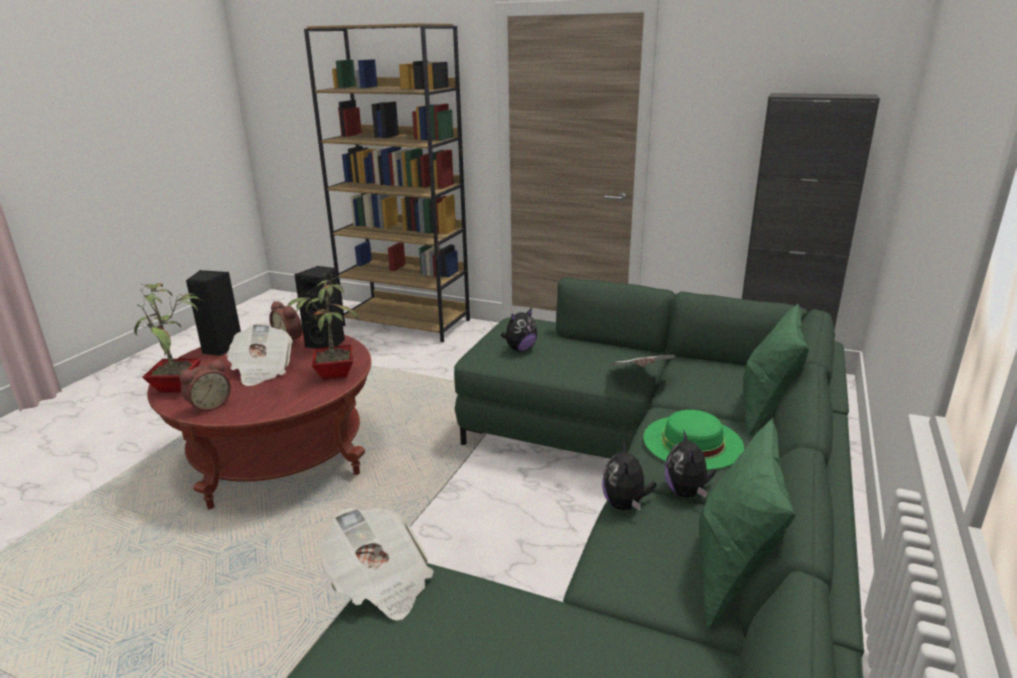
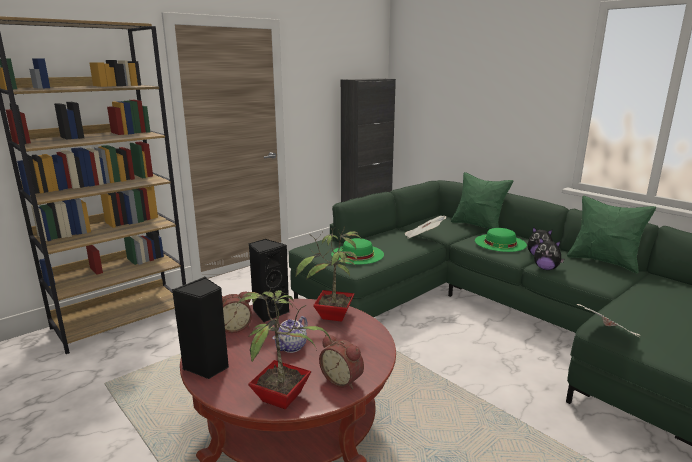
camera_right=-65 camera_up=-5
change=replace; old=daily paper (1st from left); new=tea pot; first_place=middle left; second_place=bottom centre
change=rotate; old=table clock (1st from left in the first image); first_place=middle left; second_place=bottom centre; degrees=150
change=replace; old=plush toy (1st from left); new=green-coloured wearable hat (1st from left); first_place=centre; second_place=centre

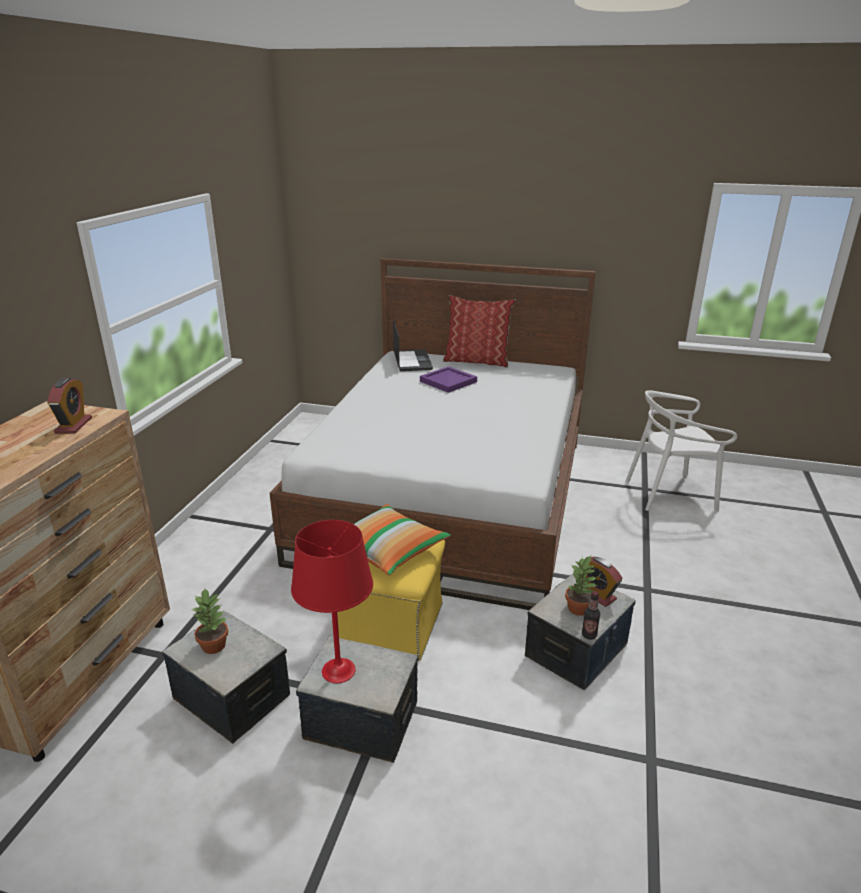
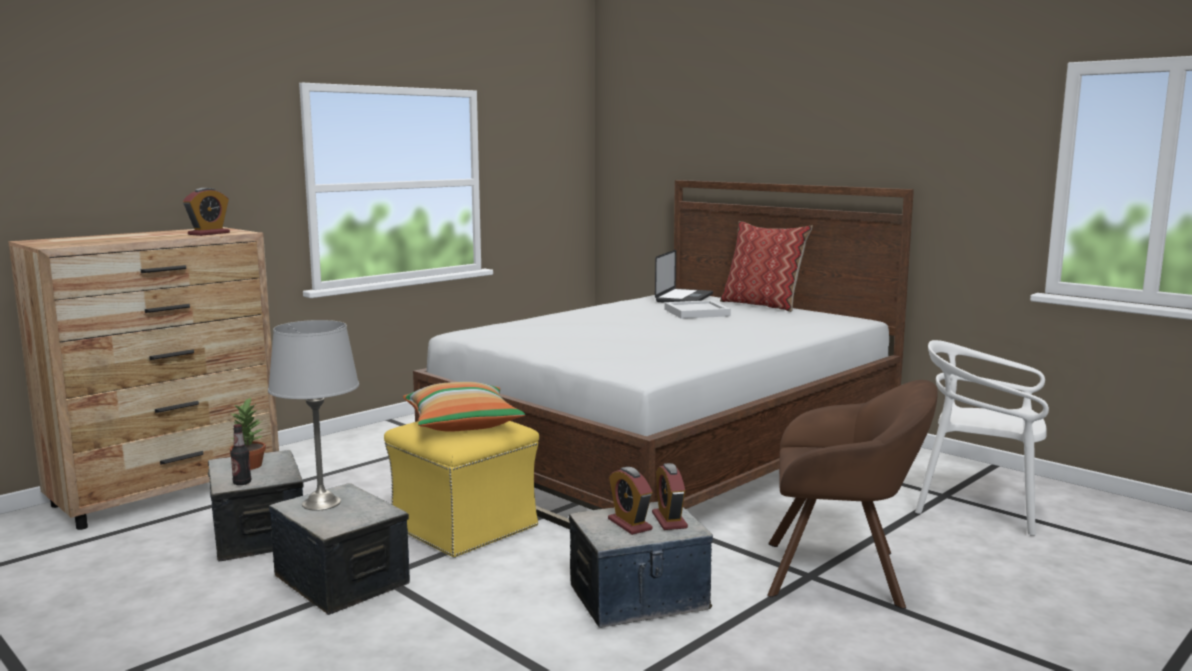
camera_right=30 camera_up=-15
change=move; old=drink bottle; first_place=bottom right; second_place=bottom left
change=recolor; old=red table lamp; new=gray table lamp; first_place=bottom centre; second_place=middle left
change=replace; old=potted plant (2nd from left); new=table clock (2nd from left); first_place=middle right; second_place=bottom centre
change=recolor; old=purple-coloured tray; new=whitish tray; first_place=centre; second_place=centre
change=insert; new=brown lounge chair; second_place=bottom right

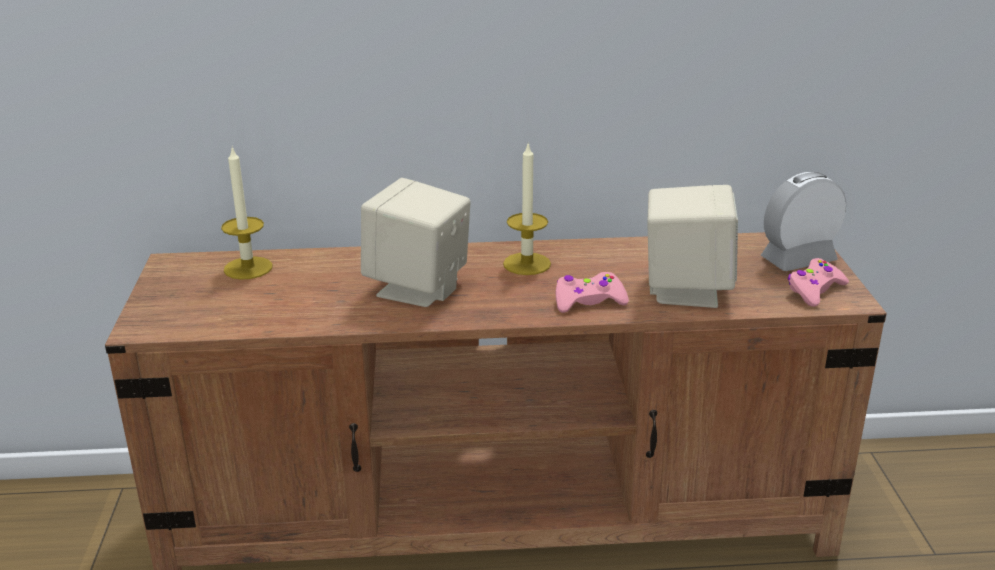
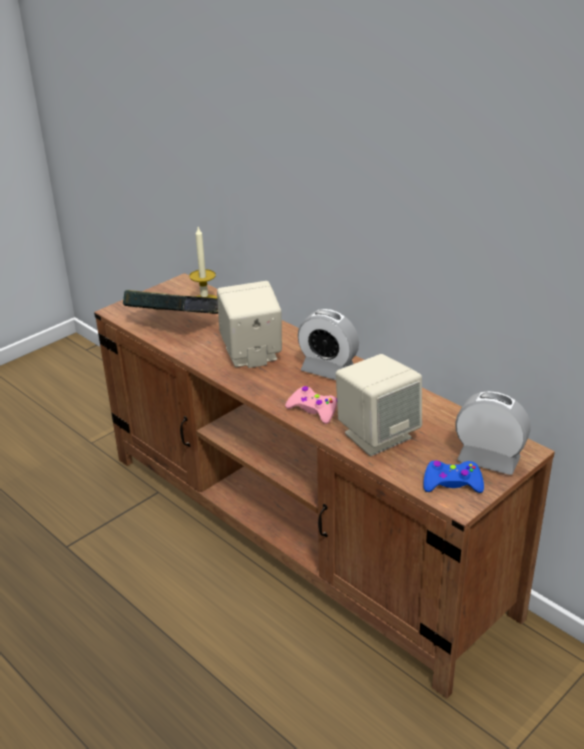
camera_right=50 camera_up=5
change=insert; new=volume; second_place=middle left
change=replace; old=wax candle (2nd from left); new=table clock (1st from left); first_place=centre; second_place=centre
change=recolor; old=pink joypad (2nd from left); new=bluish joypad; first_place=middle right; second_place=middle right

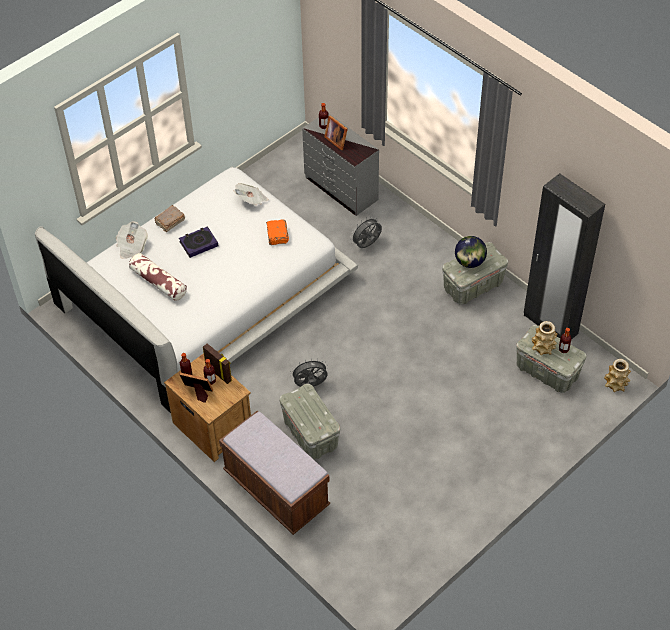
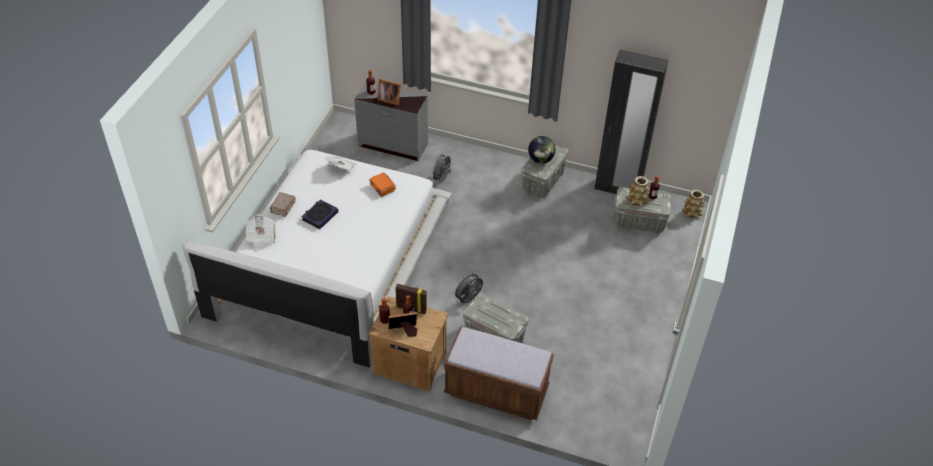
camera_right=-30 camera_up=-5
change=delete; old=throw pillow; first_place=middle left

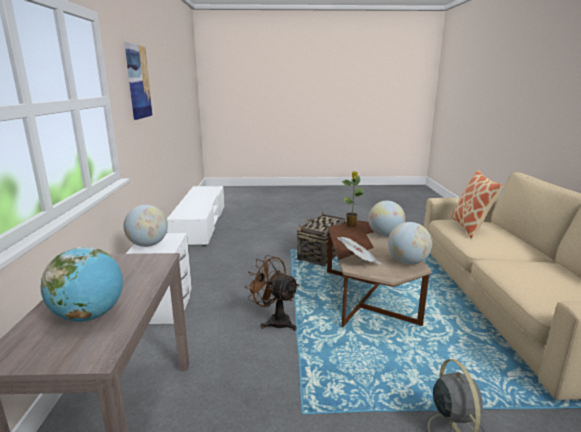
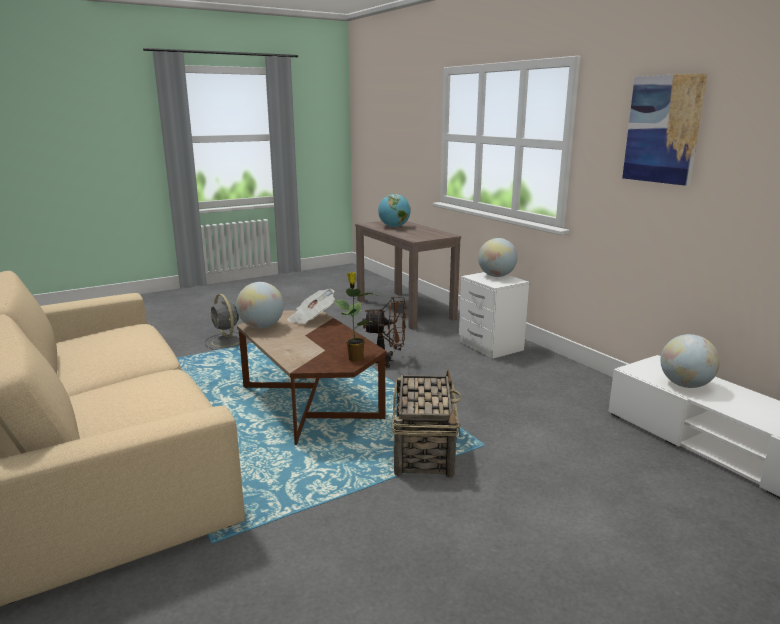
camera_right=150 camera_up=0
change=move; old=desk globe (3rd from left in the first image); new=desk globe (4th from left); first_place=centre; second_place=middle right
change=delete; old=throw pillow; first_place=middle right

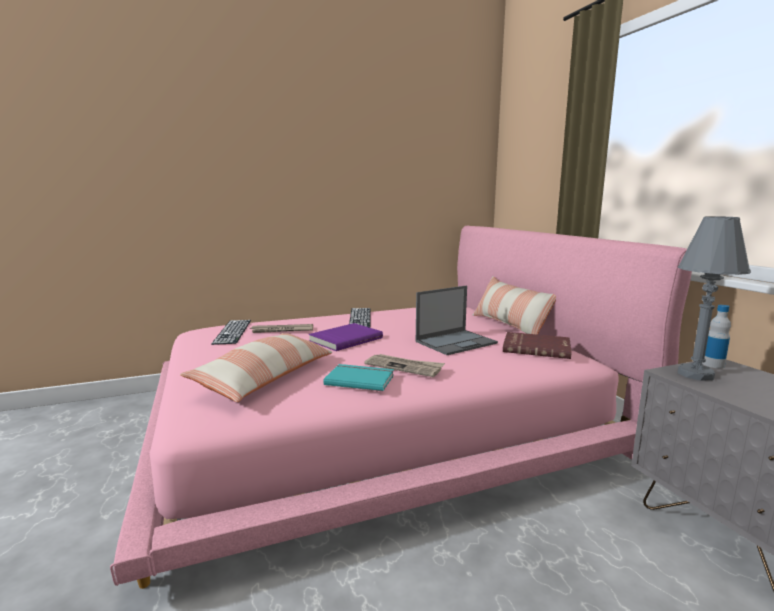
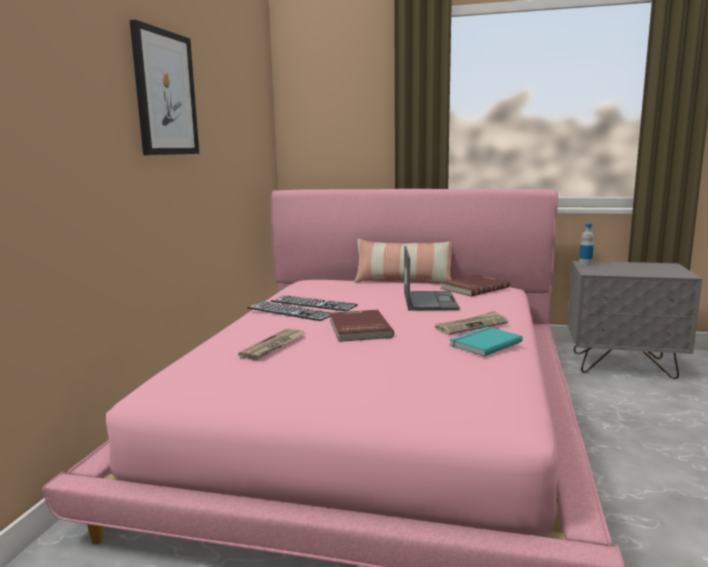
camera_right=-55 camera_up=0
change=insert; new=picture; second_place=top left
change=move; old=PC keyboard (1st from left in the first image); new=PC keyboard (2nd from left); first_place=middle left; second_place=centre
change=recolor; old=purple-coloured volume; new=red volume (1st from left); first_place=centre; second_place=centre
change=delete; old=throw pillow (1st from left); first_place=middle left
change=delete; old=gray table lamp; first_place=middle right

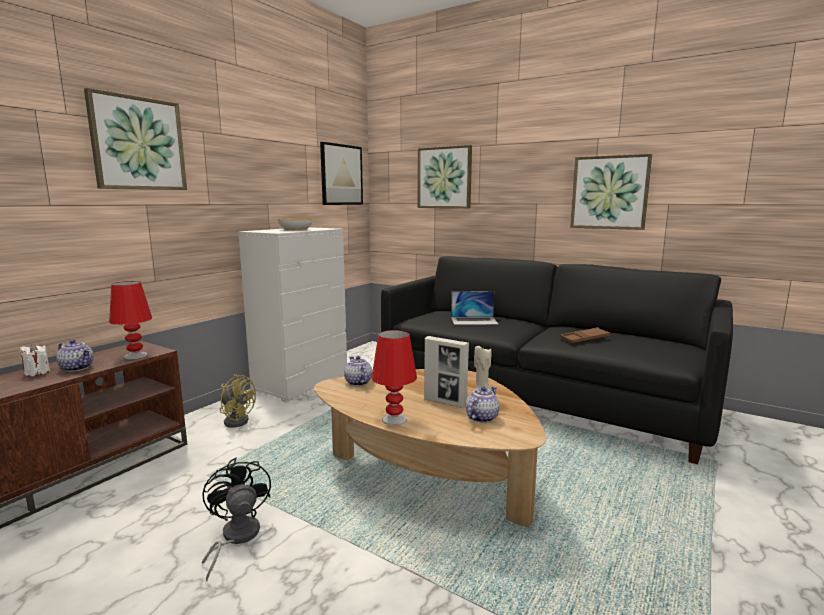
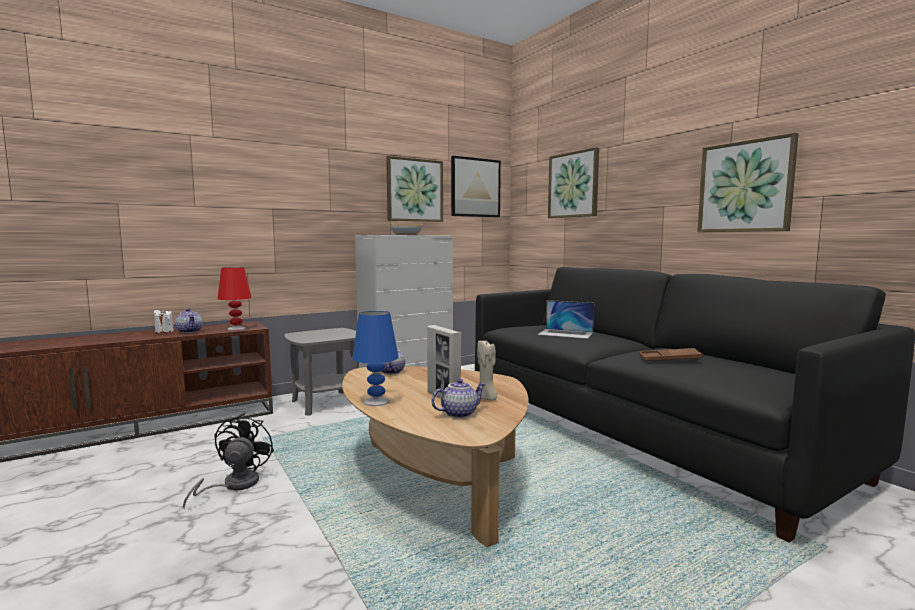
camera_right=25 camera_up=-5
change=replace; old=yellow-coloured fan; new=gray side table; first_place=middle left; second_place=centre
change=recolor; old=red table lamp (2nd from left); new=bluish table lamp; first_place=centre; second_place=centre
change=move; old=picture (1st from left); first_place=top left; second_place=top centre

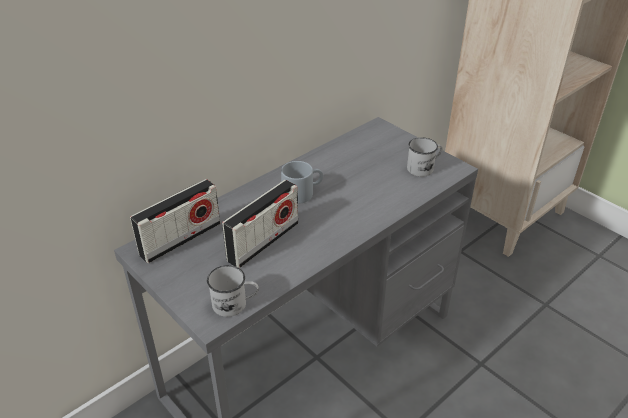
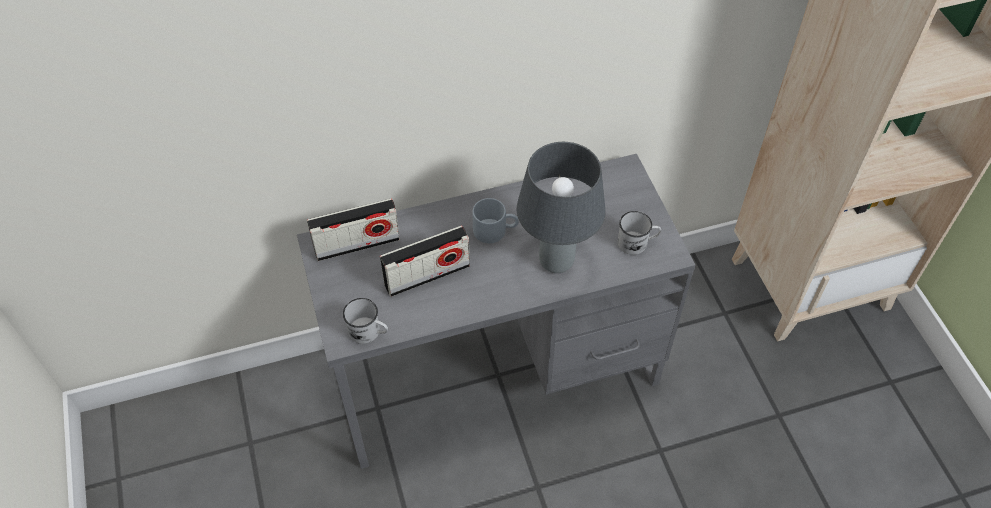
camera_right=25 camera_up=15
change=insert; new=gray table lamp; second_place=centre

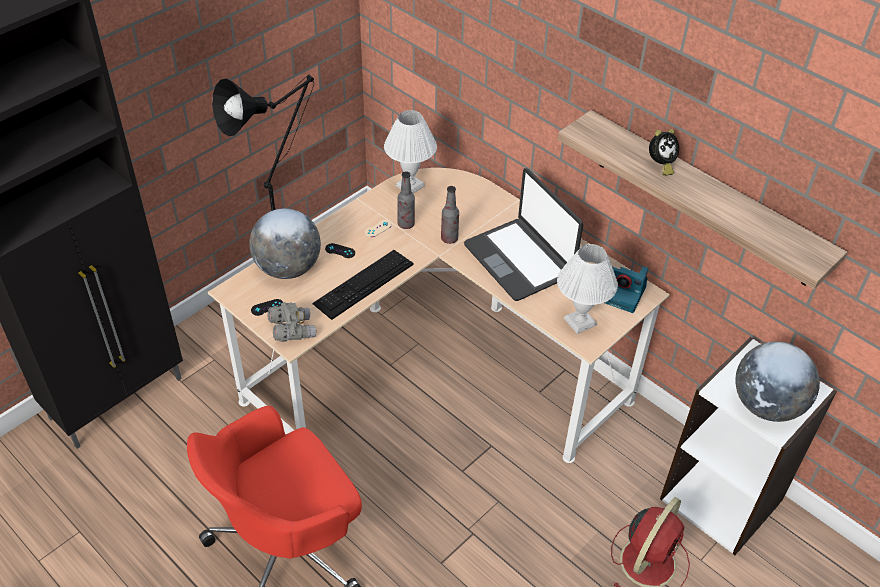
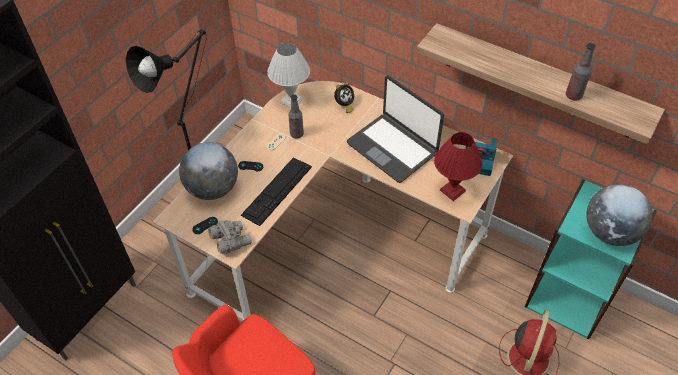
camera_right=-10 camera_up=5
change=move; old=table clock; first_place=top right; second_place=top centre
change=recolor; old=whitish table lamp (2nd from left); new=red table lamp; first_place=middle right; second_place=middle right
change=recolor; old=whitish bookshelf; new=turquoise bookshelf; first_place=bottom right; second_place=bottom right
change=move; old=drink bottle (2nd from left); first_place=centre; second_place=top right

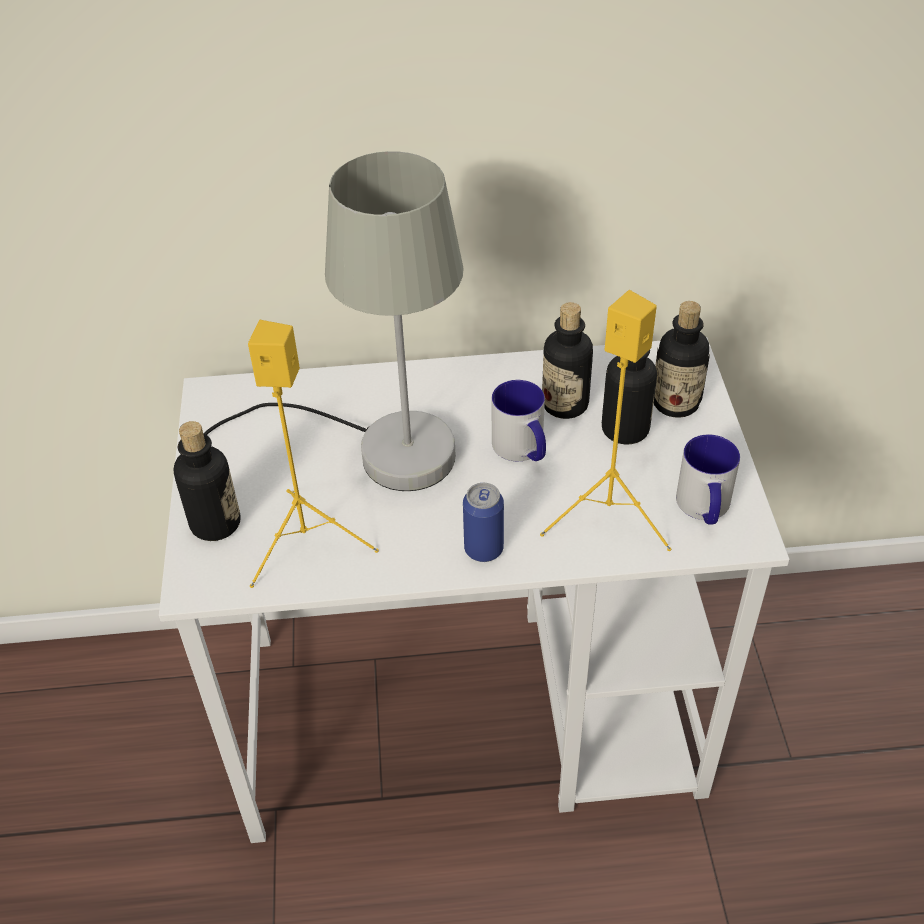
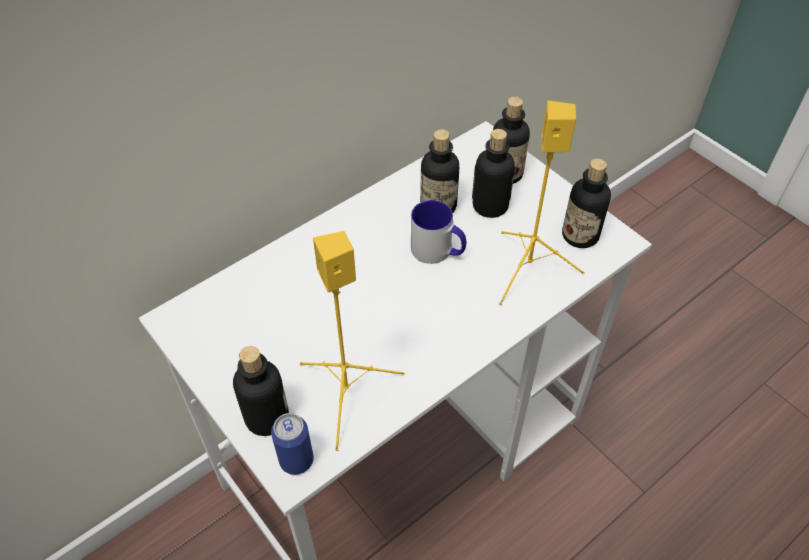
camera_right=-35 camera_up=5
change=move; old=can; first_place=centre; second_place=bottom centre
change=replace; old=tea mug (2nd from left); new=drink bottle (5th from left); first_place=middle right; second_place=middle right
change=delete; old=gray table lamp; first_place=centre

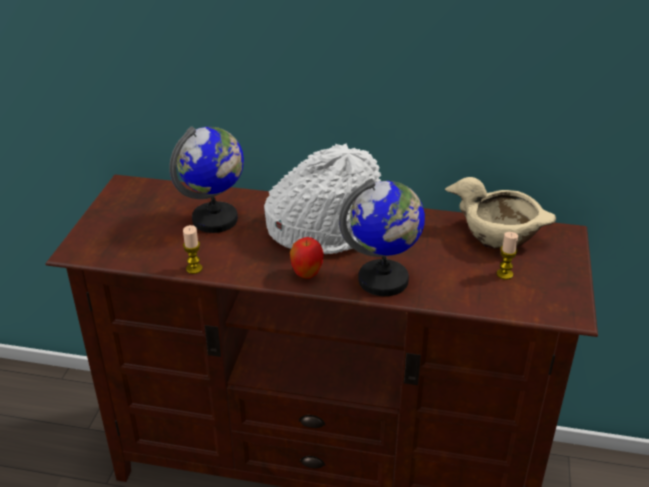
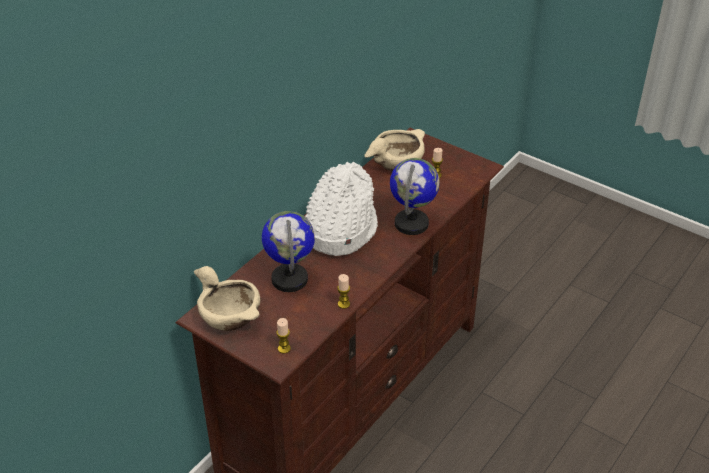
camera_right=-65 camera_up=5
change=insert; new=beige-coloured serving bowl (1st from left); second_place=middle left
change=insert; new=wax candle (1st from left); second_place=bottom centre
change=delete; old=apple fruit; first_place=centre

